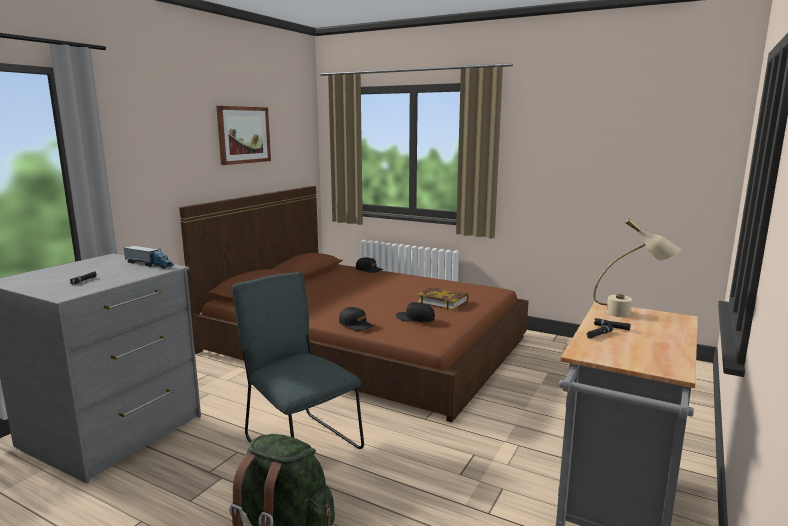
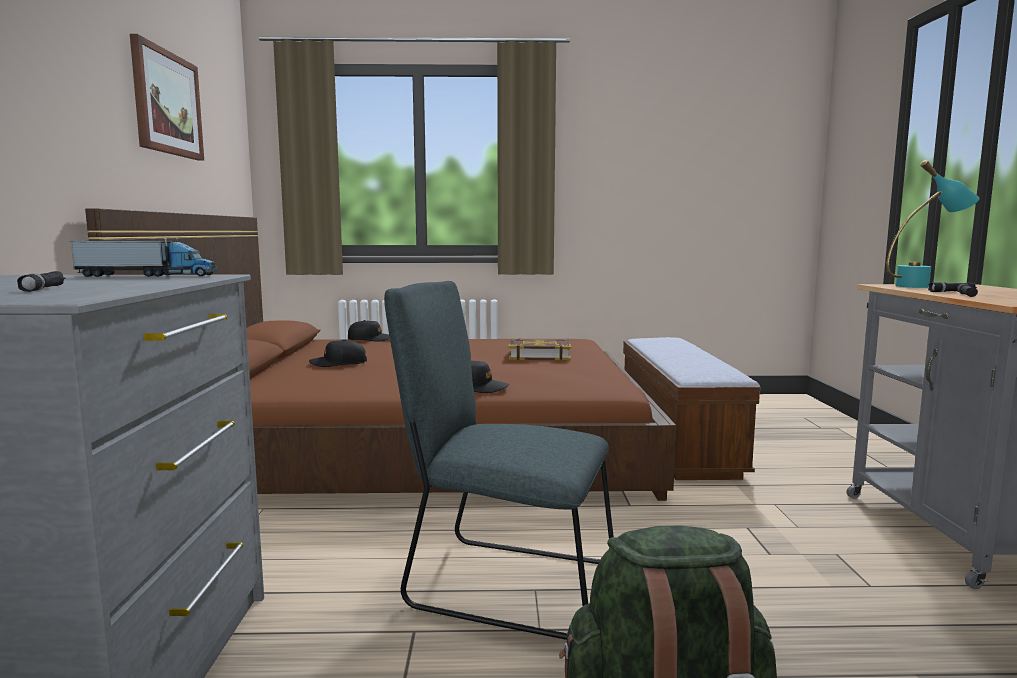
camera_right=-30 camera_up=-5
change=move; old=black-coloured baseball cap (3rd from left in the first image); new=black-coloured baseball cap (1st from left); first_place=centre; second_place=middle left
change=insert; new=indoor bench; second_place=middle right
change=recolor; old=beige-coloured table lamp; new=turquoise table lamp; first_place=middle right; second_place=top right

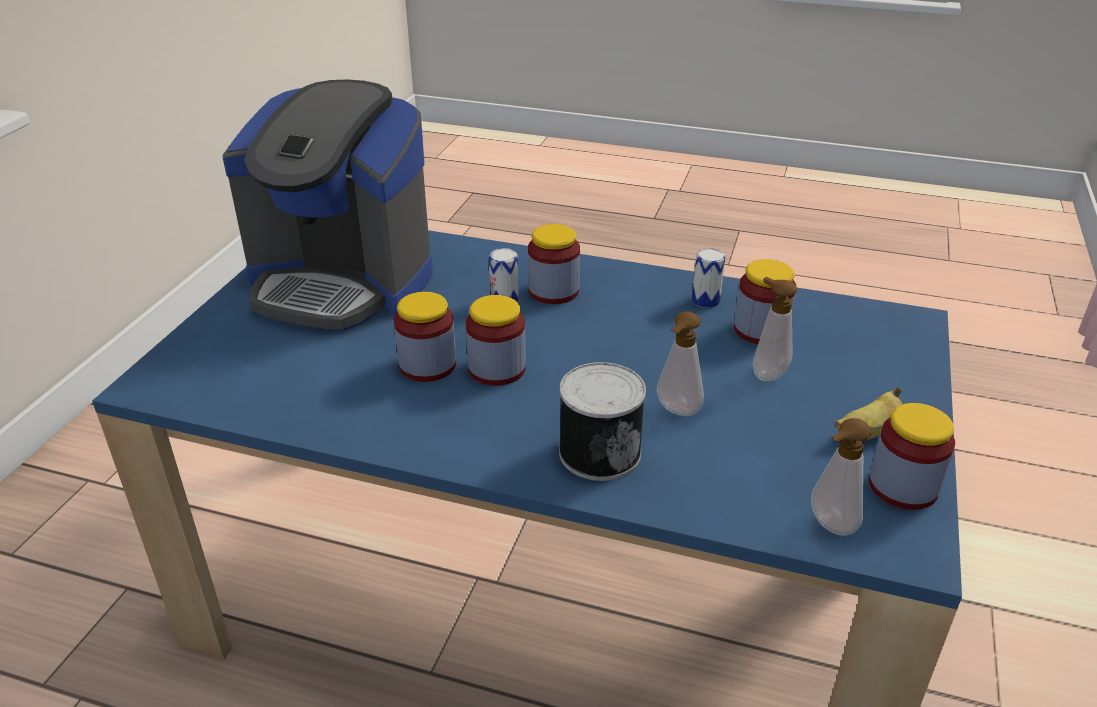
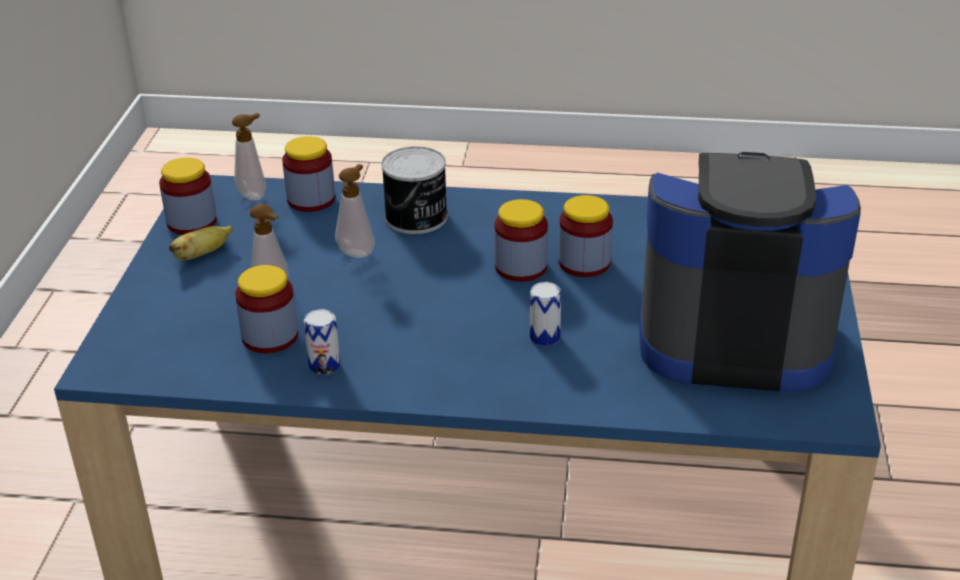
camera_right=170 camera_up=0
change=move; old=preserve jar (3rd from left); first_place=centre; second_place=top left

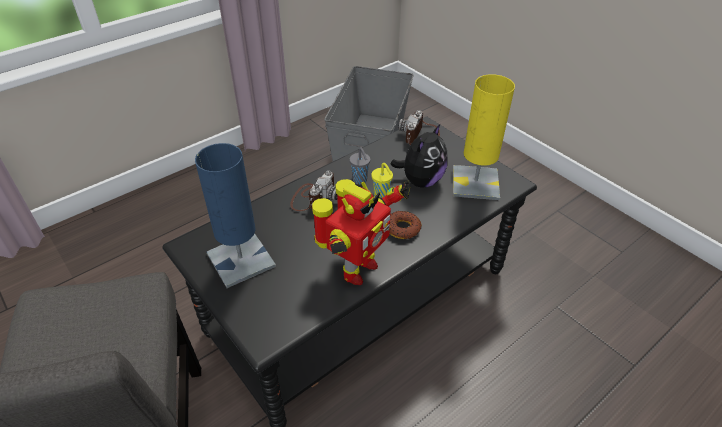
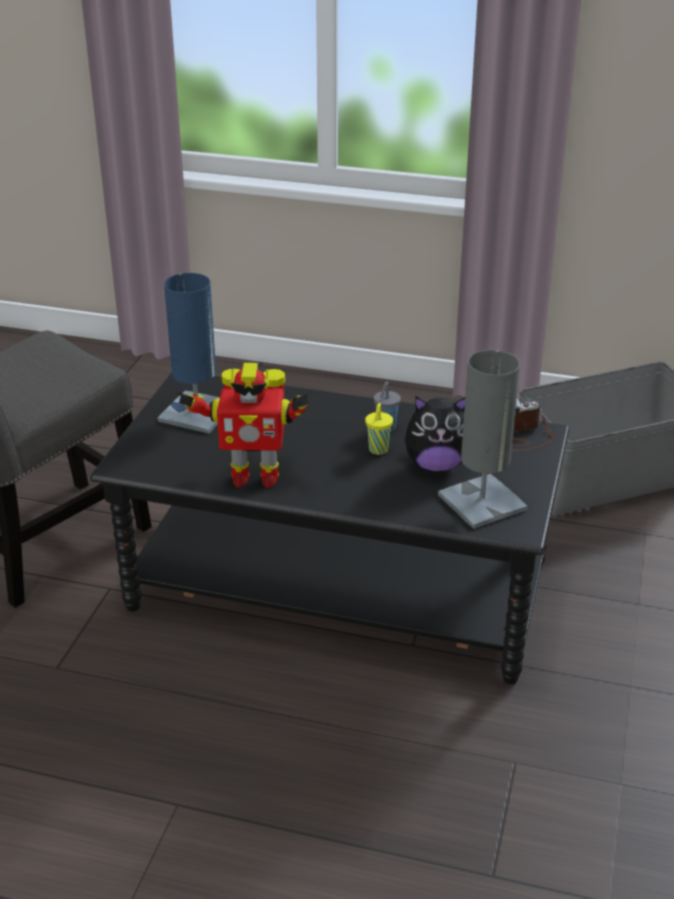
camera_right=55 camera_up=-10
change=recolor; old=yellow-coloured table lamp; new=gray table lamp; first_place=top right; second_place=middle right
change=delete; old=still camera (1st from left); first_place=centre
change=delete; old=ring doughnut; first_place=centre

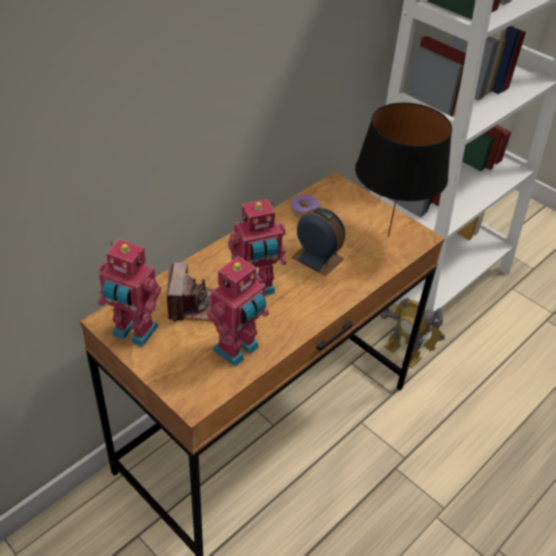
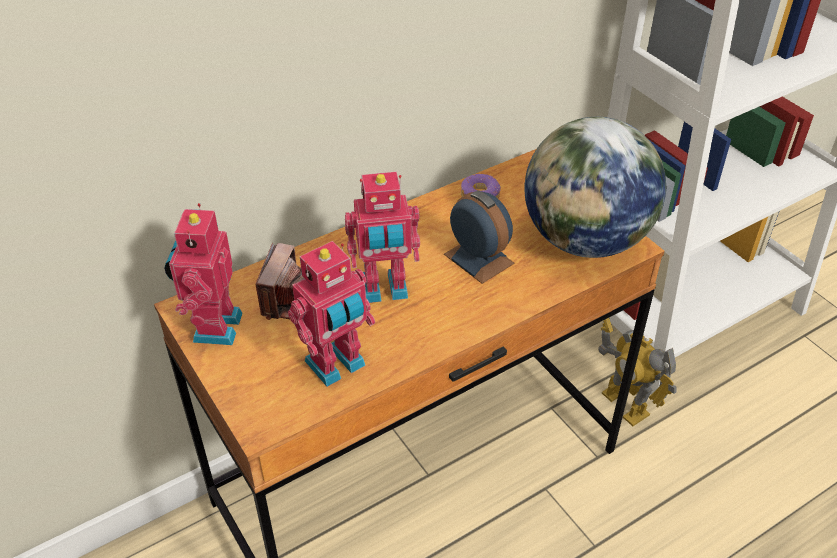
camera_right=15 camera_up=0
change=rotate; old=toy robot (1st from left); first_place=middle left; second_place=middle left; degrees=60
change=replace; old=black-coloured table lamp; new=desk globe; first_place=top right; second_place=middle right

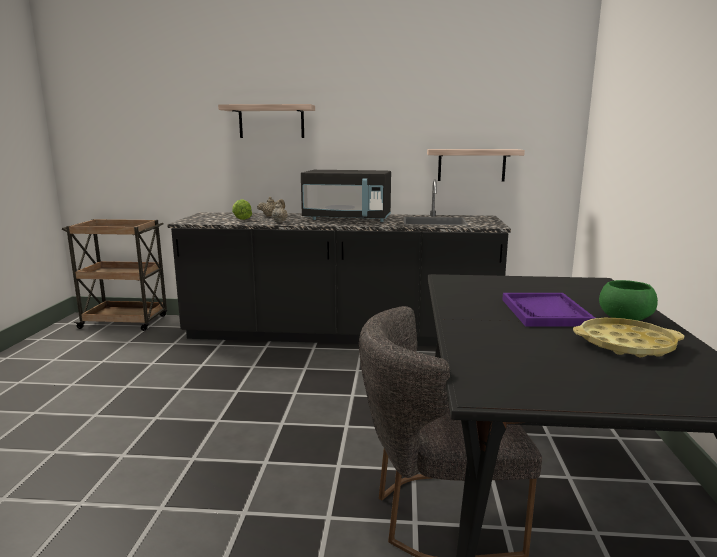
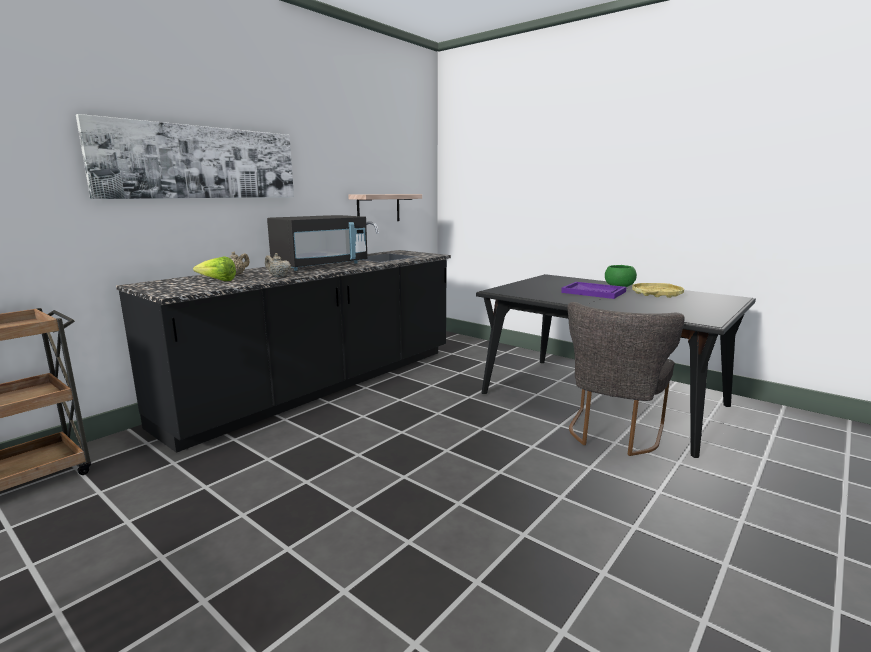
camera_right=-55 camera_up=0
change=replace; old=shelf (1st from left); new=picture; first_place=top centre; second_place=top left

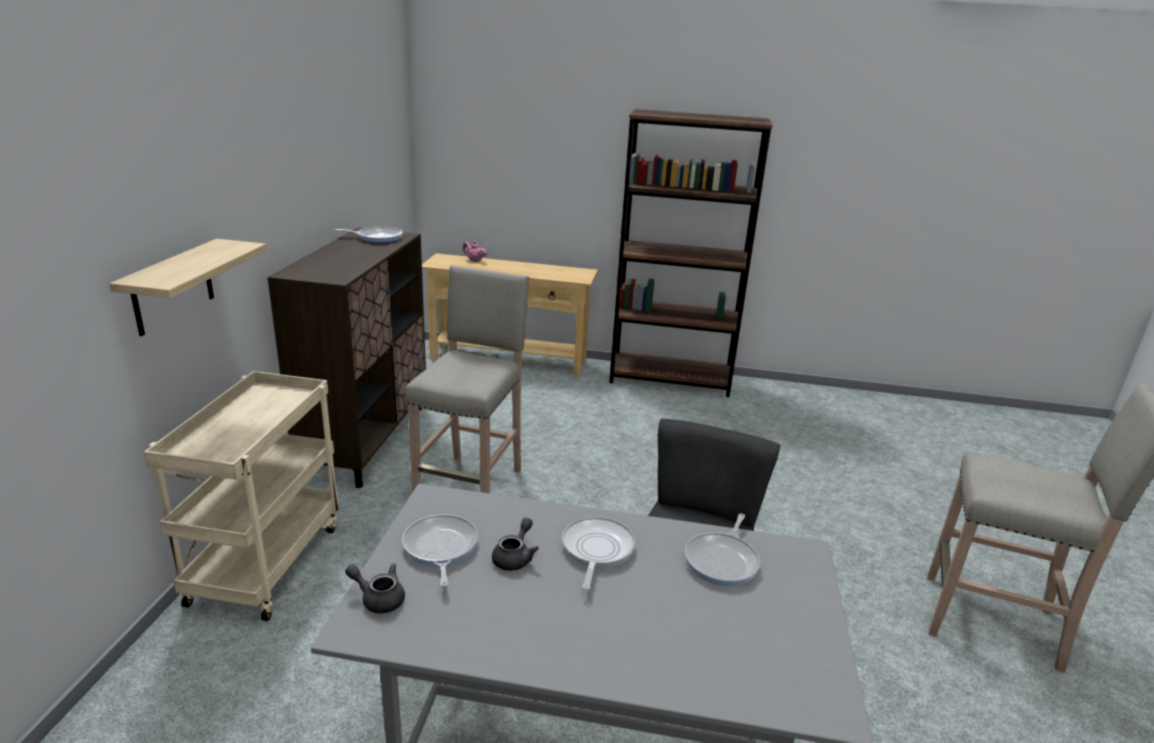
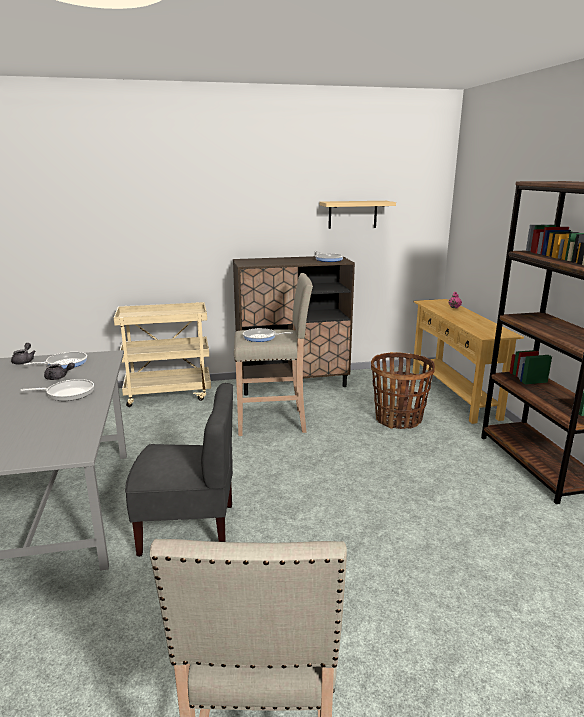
camera_right=70 camera_up=-5
change=move; old=skillet (4th from left in the first image); new=skillet (3rd from left); first_place=bottom centre; second_place=centre
change=move; old=shelf; first_place=middle left; second_place=top centre
change=insert; new=household basket; second_place=middle right

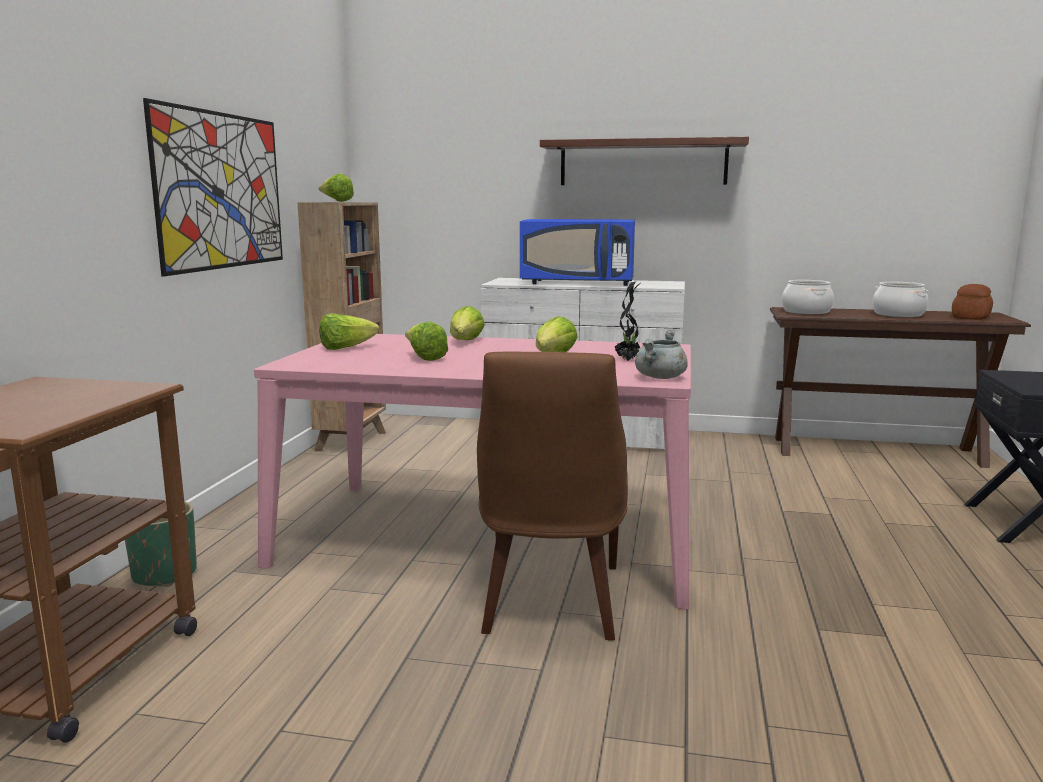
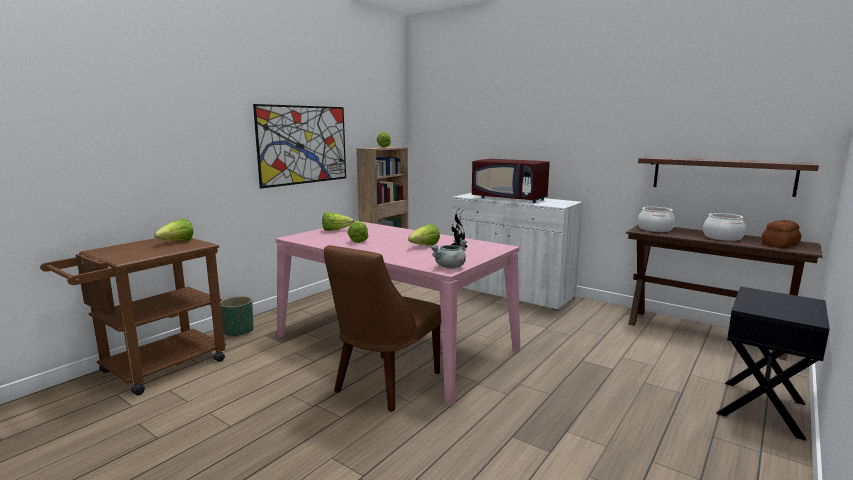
camera_right=25 camera_up=0
change=move; old=lettuce head (4th from left in the first image); new=lettuce head (1st from left); first_place=centre; second_place=middle left
change=recolor; old=bluish microwave oven; new=red microwave oven; first_place=top centre; second_place=centre
change=move; old=shelf; first_place=top centre; second_place=middle right

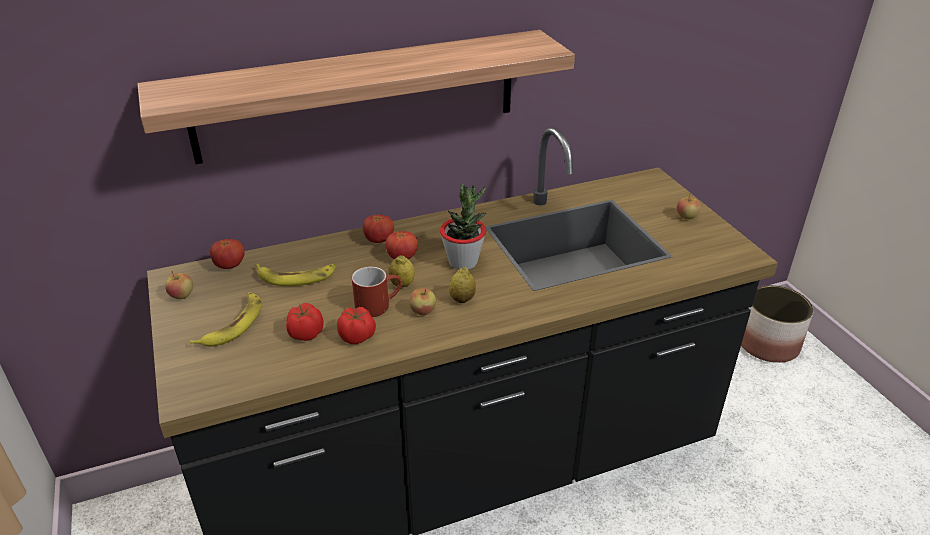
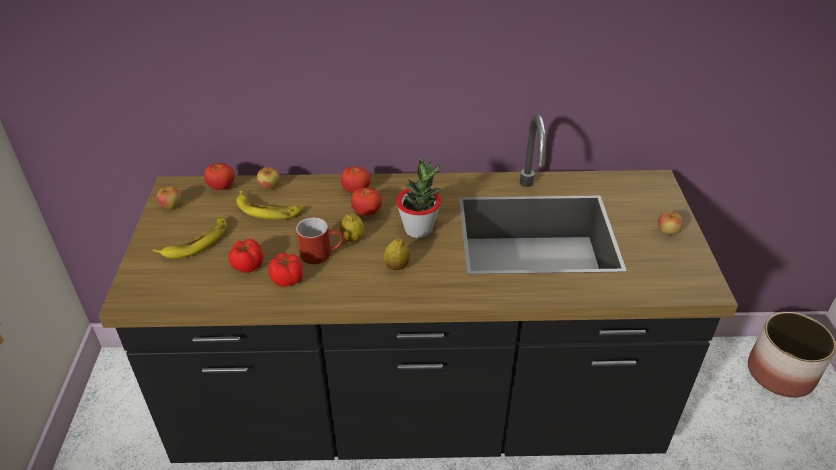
camera_right=20 camera_up=5
change=move; old=apple fruit (2nd from left); first_place=centre; second_place=middle left
change=delete; old=shelf; first_place=top centre

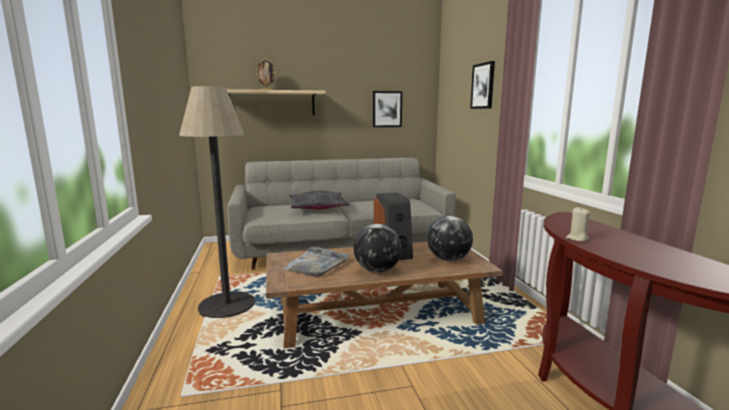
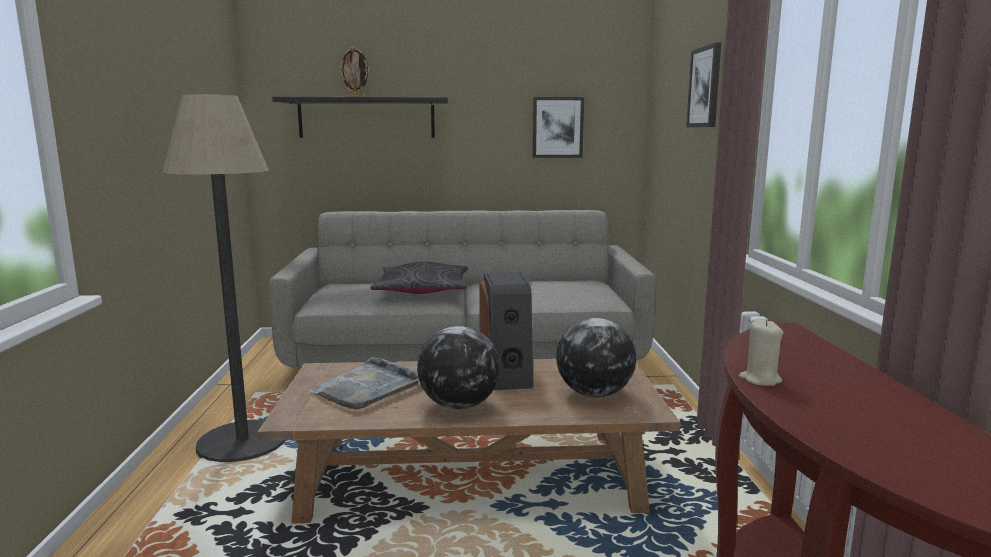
camera_right=10 camera_up=0
change=recolor; old=beige-coloured shelf; new=black-coloured shelf; first_place=top centre; second_place=top centre

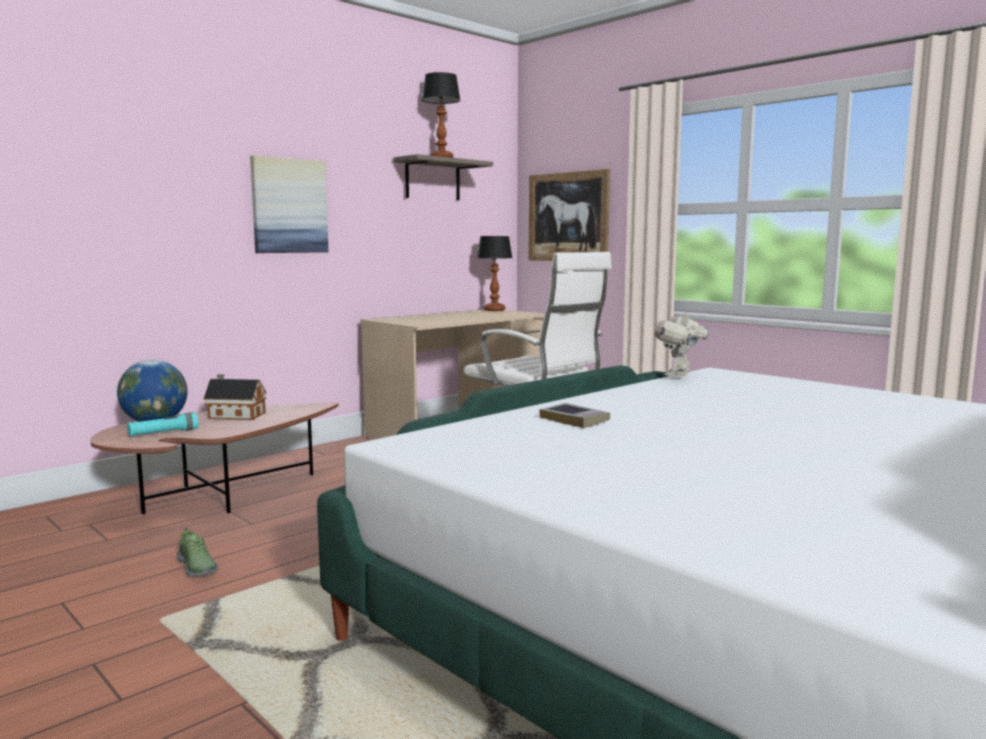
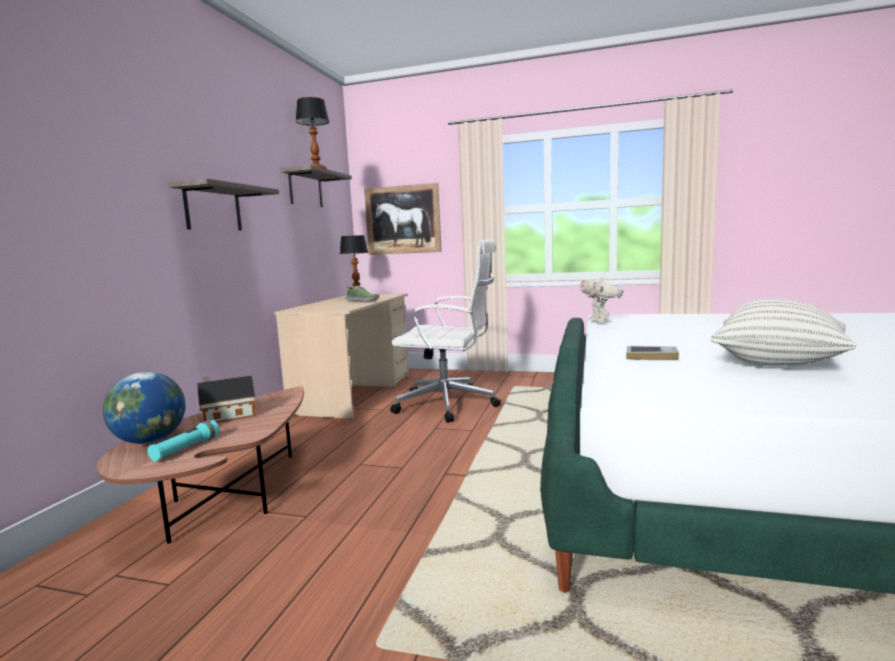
camera_right=-30 camera_up=0
change=replace; old=picture (1st from left); new=shelf (1st from left); first_place=top left; second_place=top left
change=move; old=low shoe; first_place=bottom left; second_place=centre
change=insert; new=throw pillow; second_place=middle right

